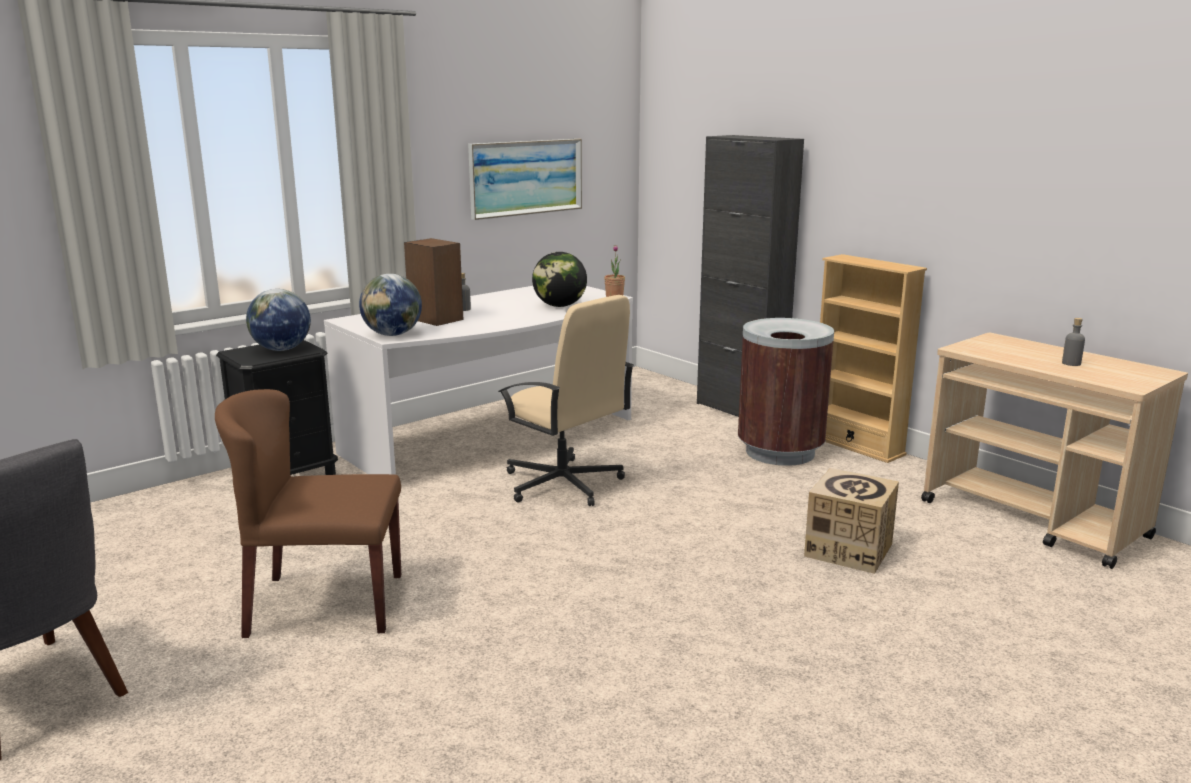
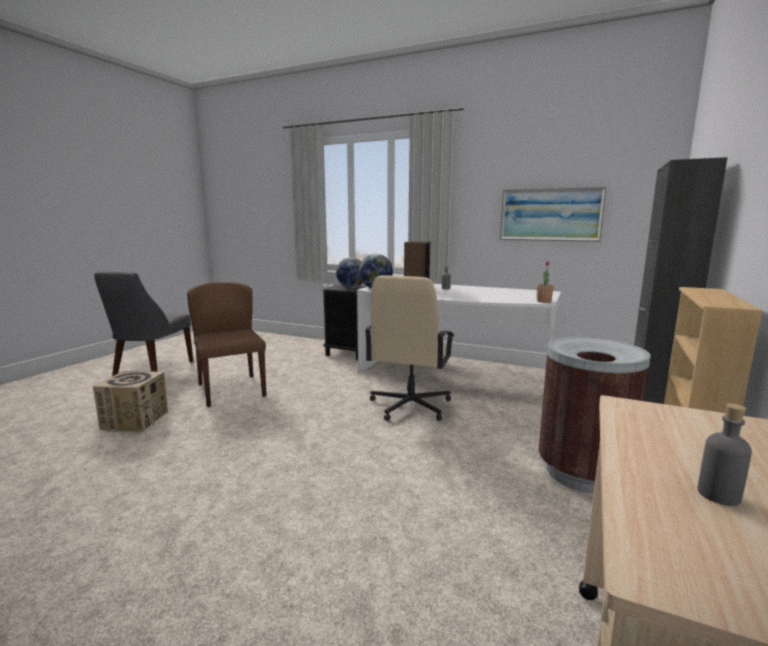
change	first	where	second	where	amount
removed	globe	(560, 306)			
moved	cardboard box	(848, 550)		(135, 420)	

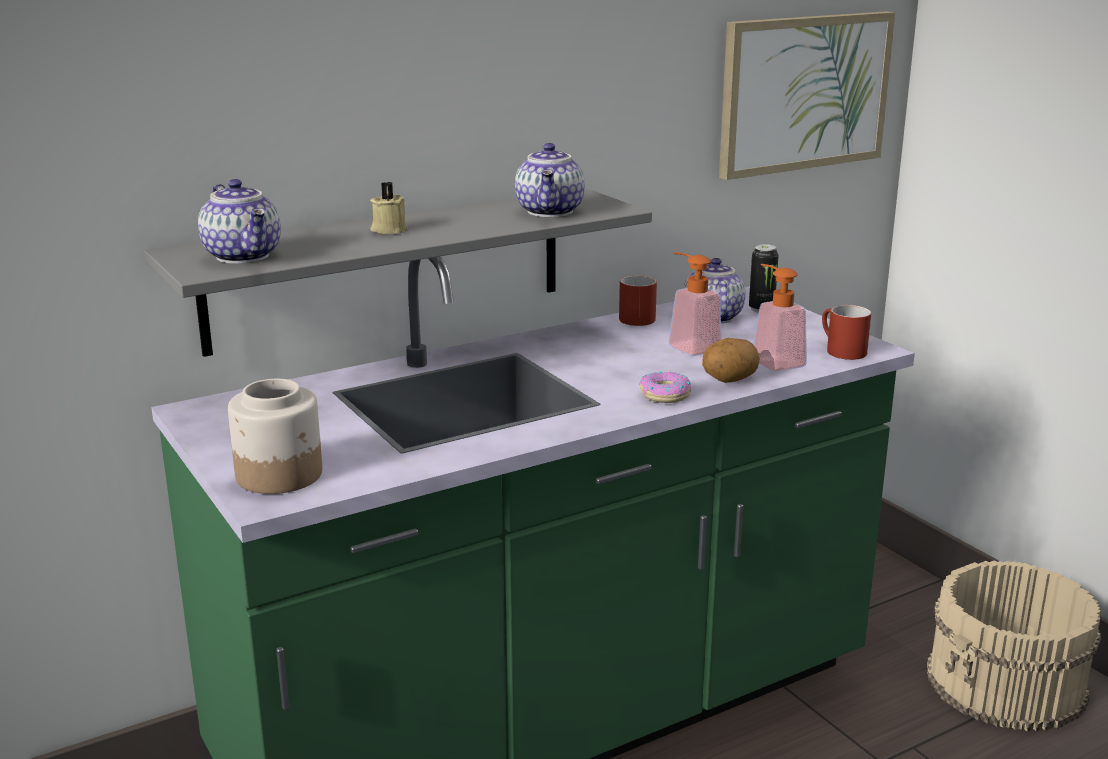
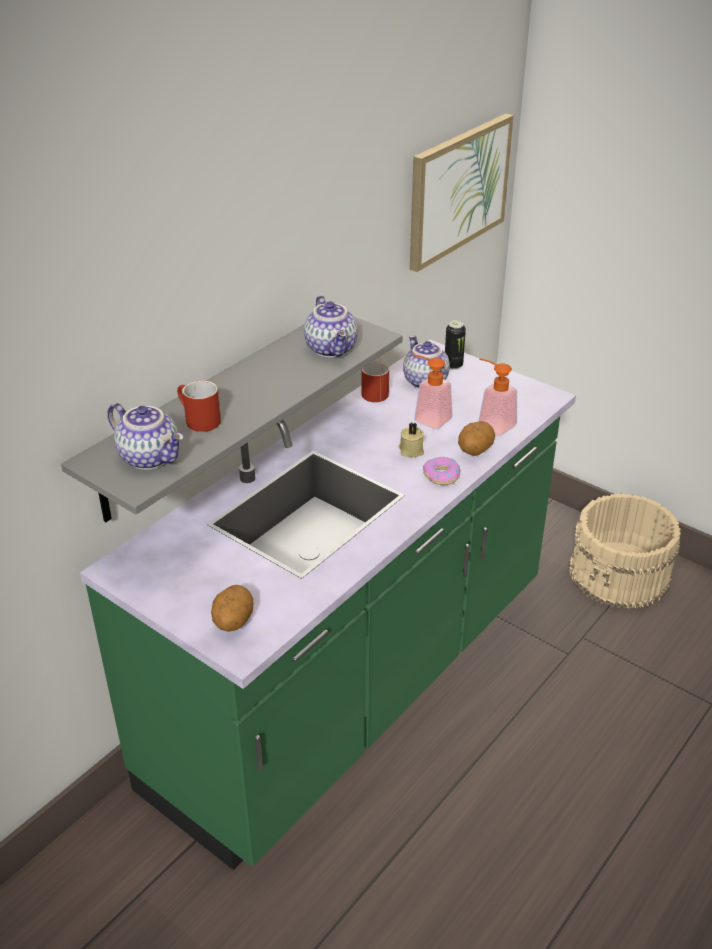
change	first	where	second	where	amount
moved	candle (beige)	(389, 229)		(410, 450)	
moved	mug (red)	(839, 350)		(197, 420)	
replaced	jar	(280, 475)	potato	(233, 622)	

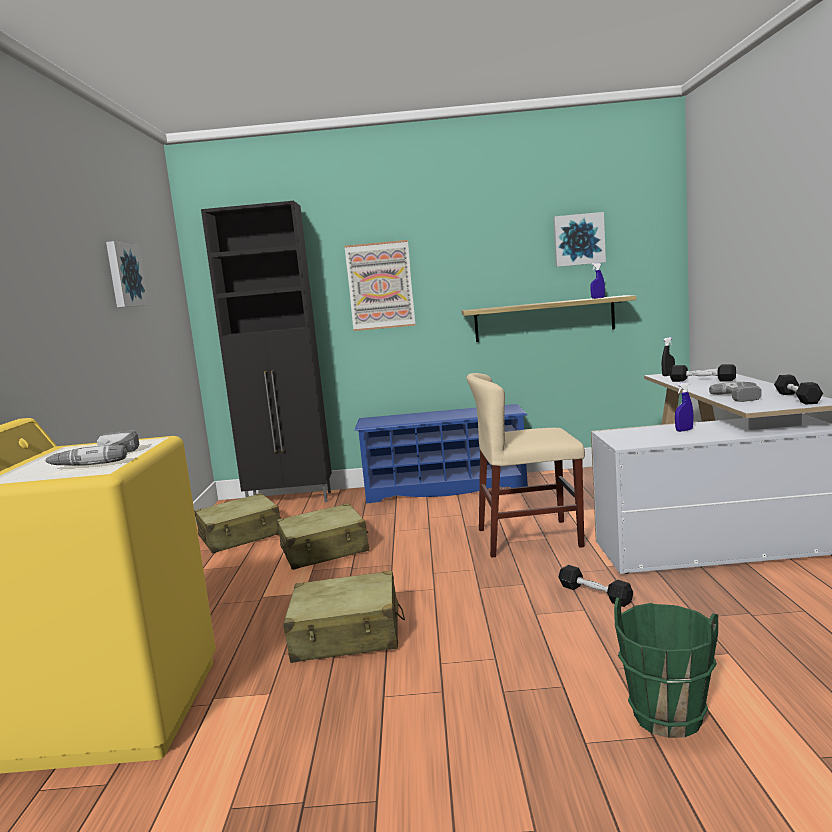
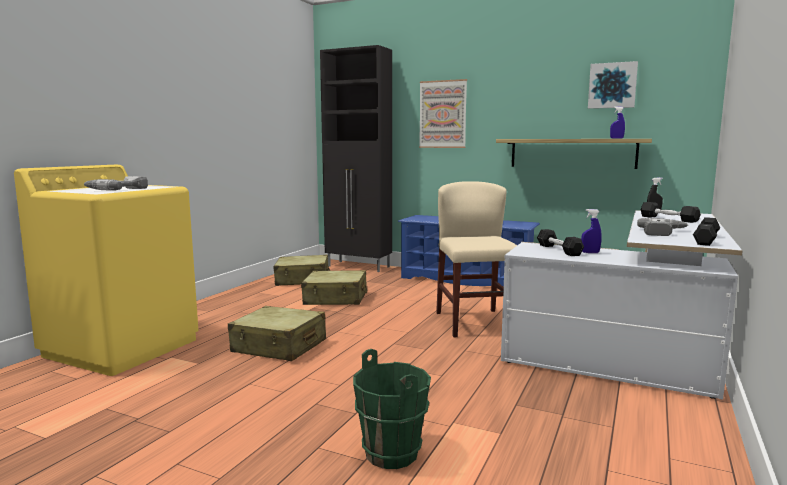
change	first	where	second	where	amount
removed	picture	(124, 275)			
turned	chair (beige)	(529, 538)		(475, 323)	60 degrees clockwise
moved	dumbbell (black)	(595, 594)		(558, 250)	

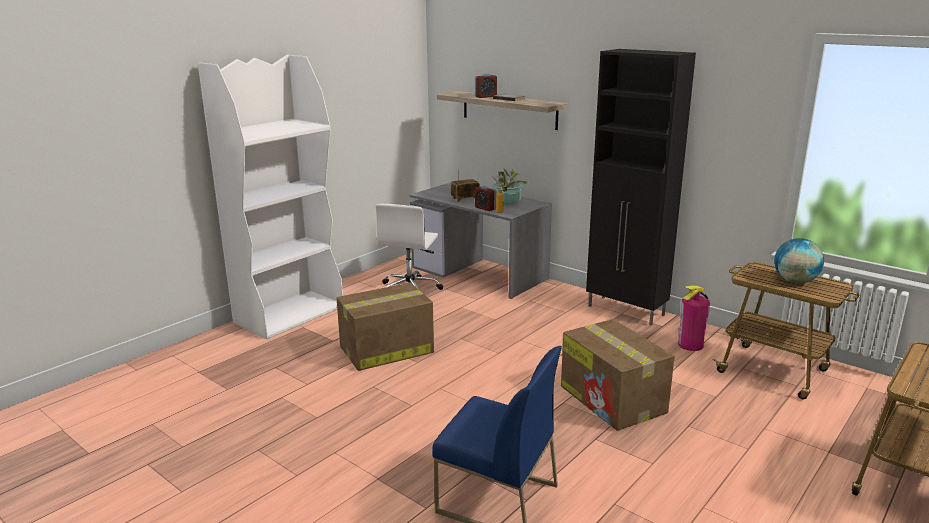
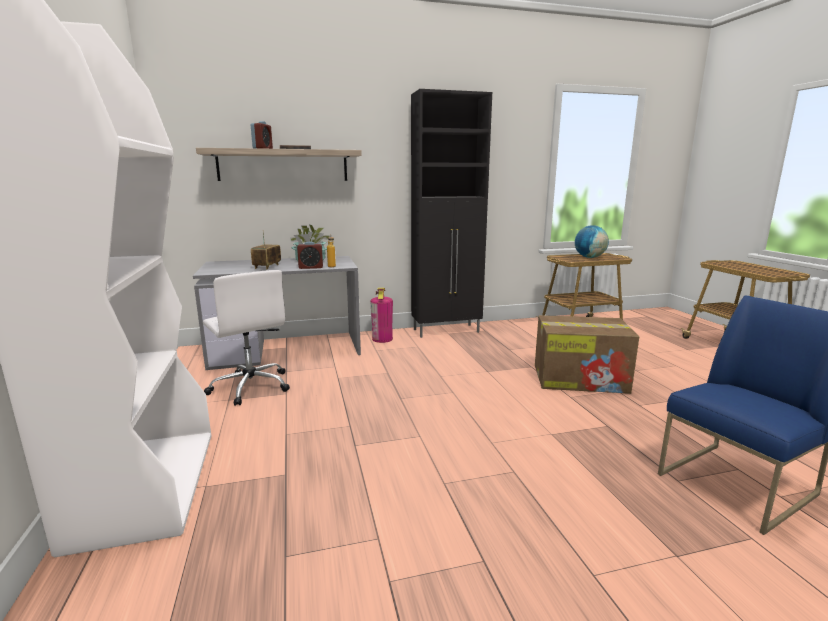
change	first	where	second	where	amount
removed	cardboard box	(385, 350)			
moved	fire extinguisher	(690, 345)		(382, 339)	

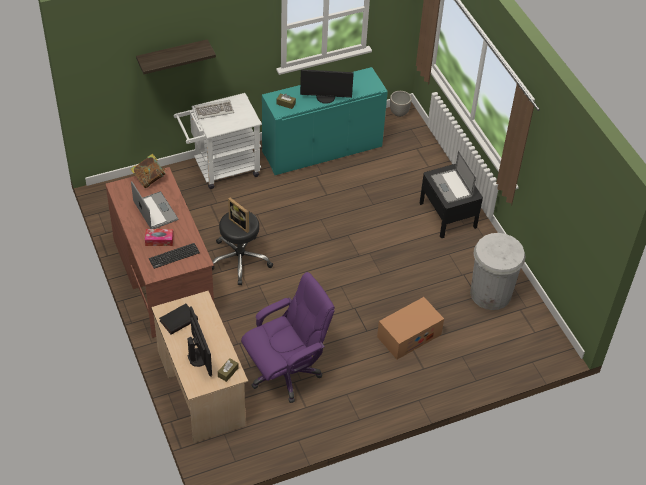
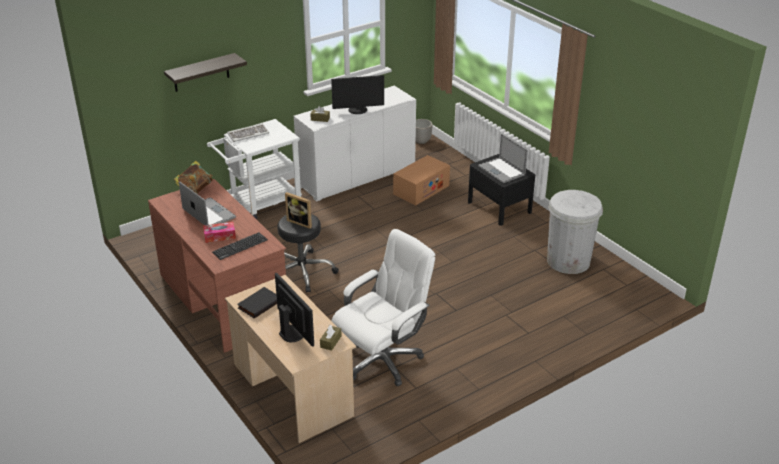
change	first	where	second	where	amount
recoloured	cabinet (turquoise)	(322, 149)	cabinet (white)	(357, 176)	
recoloured	office chair (purple)	(286, 372)	office chair (white)	(383, 360)	
moved	cardboard box	(409, 335)		(421, 190)	

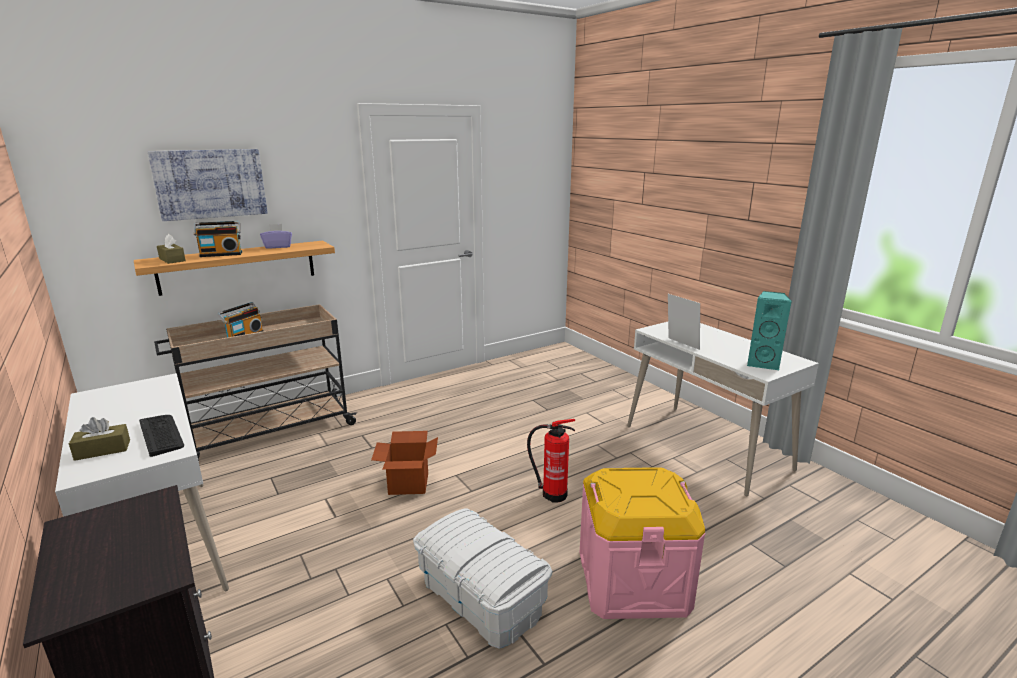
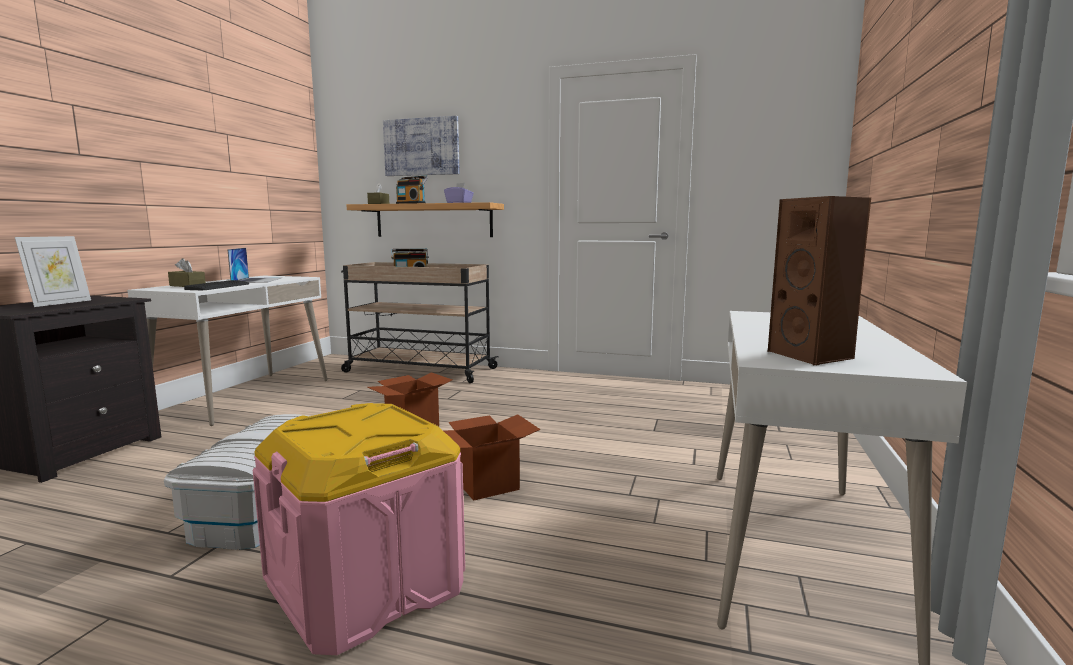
change	first	where	second	where	amount
recoloured	speaker (turquoise)	(763, 363)	speaker (brown)	(813, 356)	
moved	picture frame	(681, 344)		(60, 303)	
replaced	fire extinguisher	(552, 494)	cardboard box	(487, 484)	
added			laptop	(257, 280)	

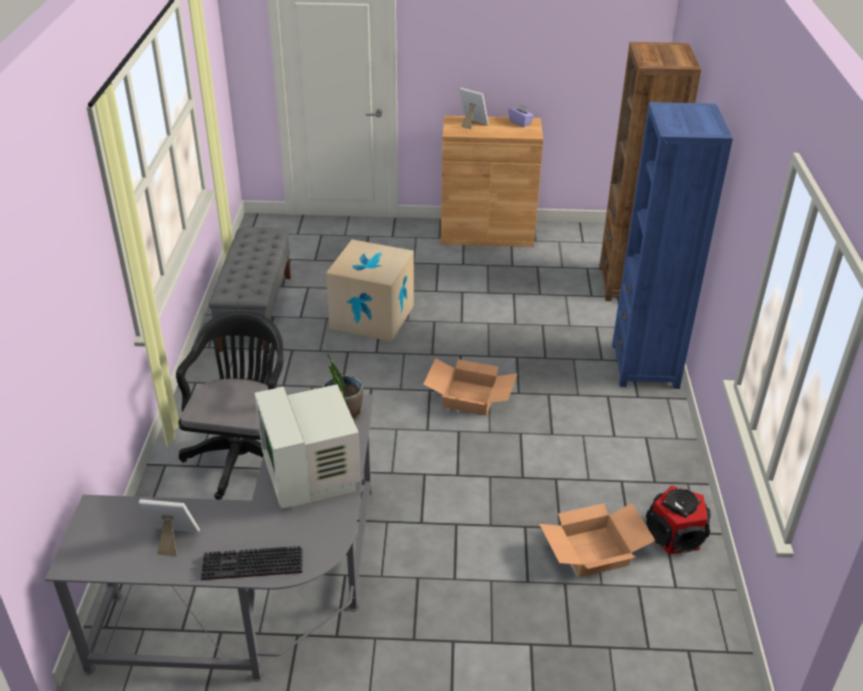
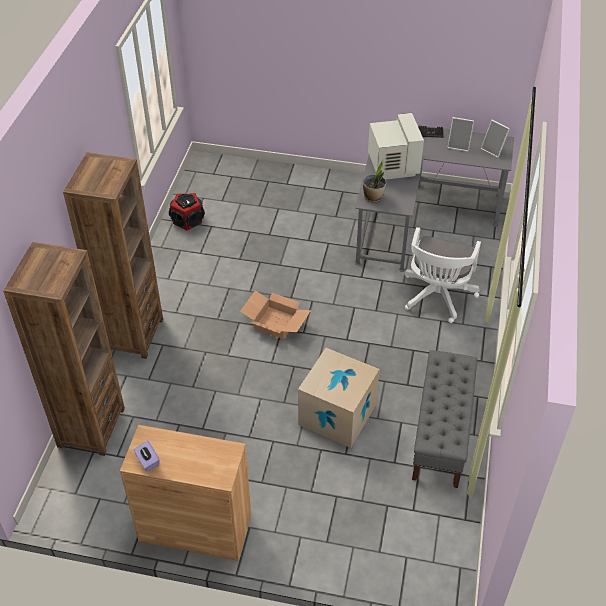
change	first	where	second	where	amount
moved	picture frame	(472, 124)		(493, 150)	
recoloured	bookcase (blue)	(645, 366)	bookcase (brown)	(133, 335)	
recoloured	office chair (black)	(244, 453)	office chair (white)	(437, 297)	
removed	cardboard box	(593, 552)			

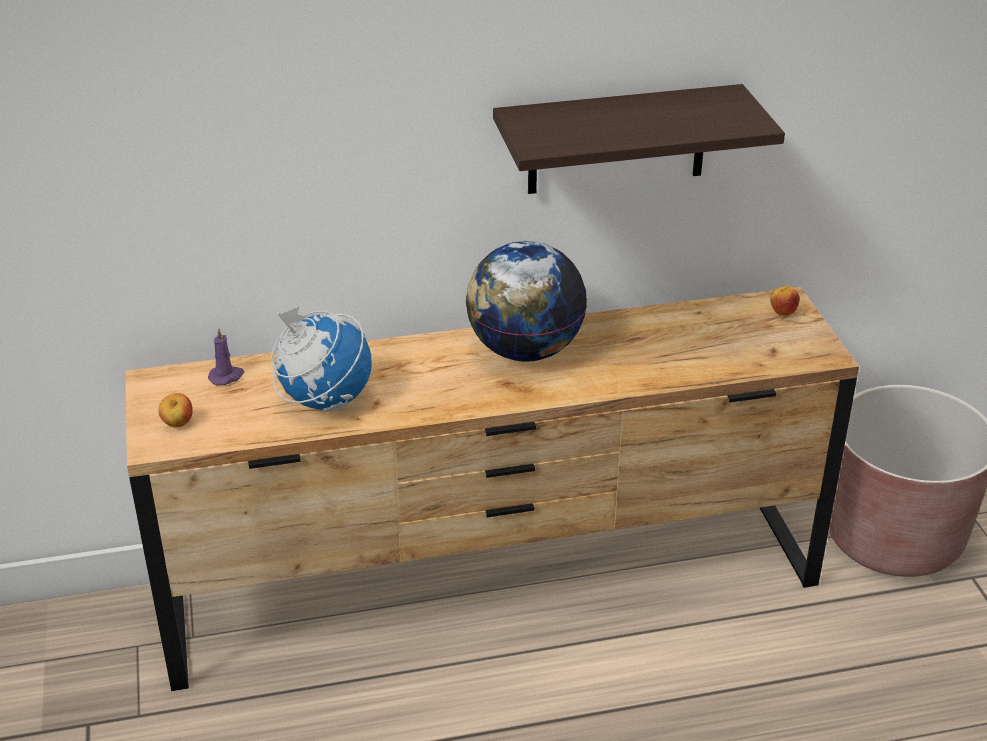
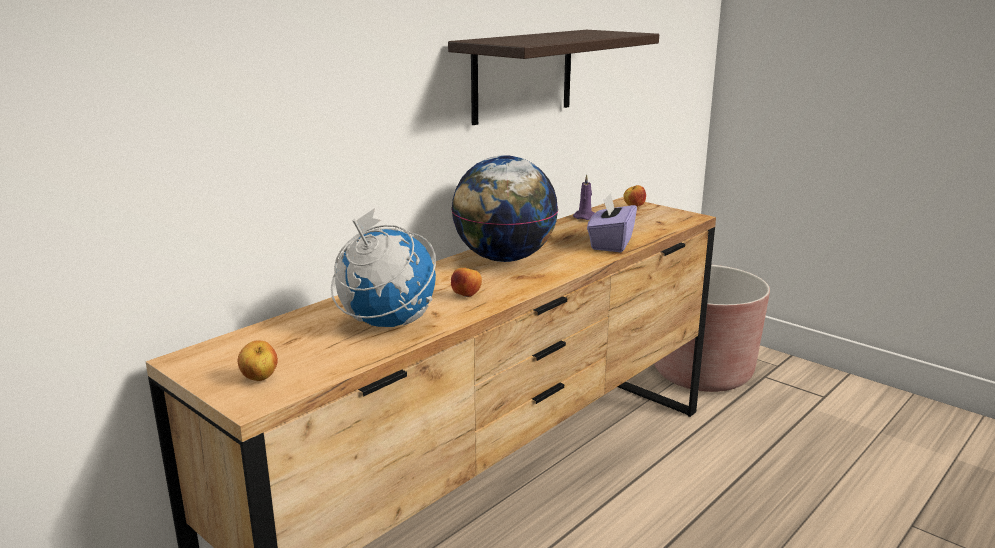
change	first	where	second	where	amount
moved	candle (purple)	(226, 376)		(585, 217)	
added			tissue box (purple)	(610, 244)	
added			apple	(466, 296)	

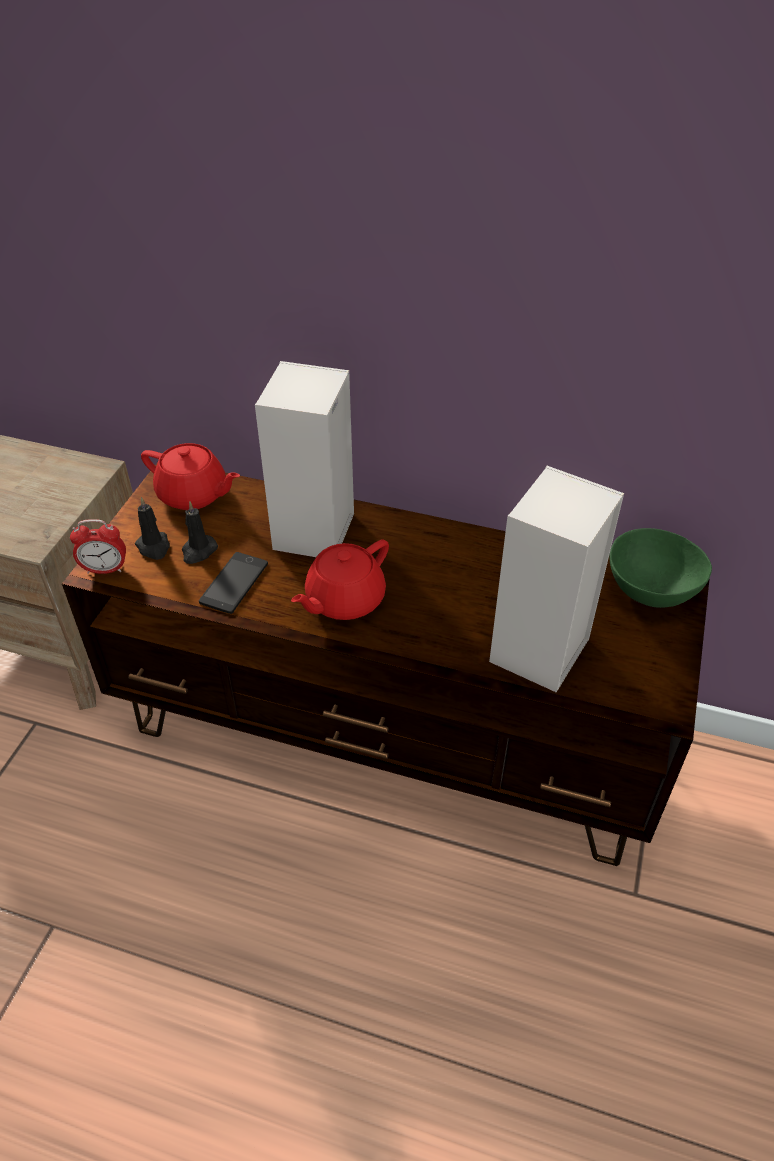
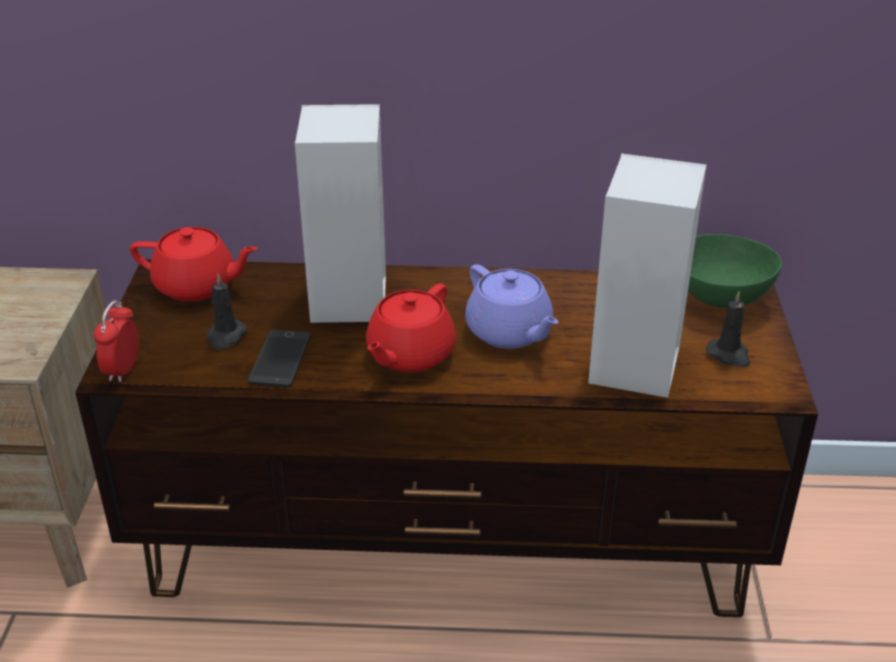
change	first	where	second	where	amount
moved	candle (black)	(154, 547)		(729, 355)	
turned	alarm clock	(105, 569)		(123, 370)	120 degrees clockwise
added			teapot (purple)	(510, 332)	

